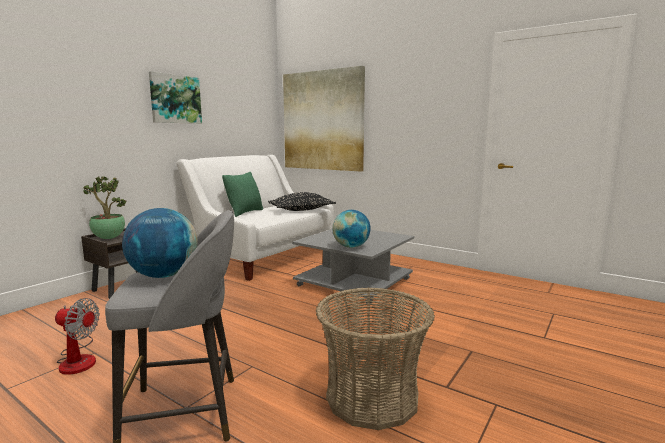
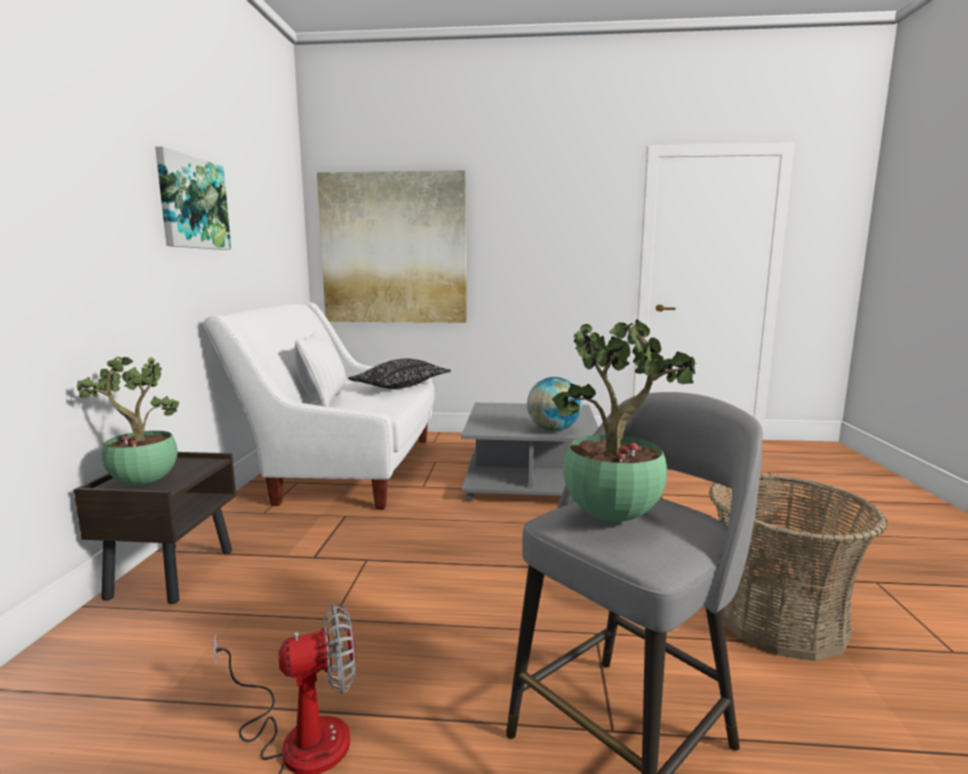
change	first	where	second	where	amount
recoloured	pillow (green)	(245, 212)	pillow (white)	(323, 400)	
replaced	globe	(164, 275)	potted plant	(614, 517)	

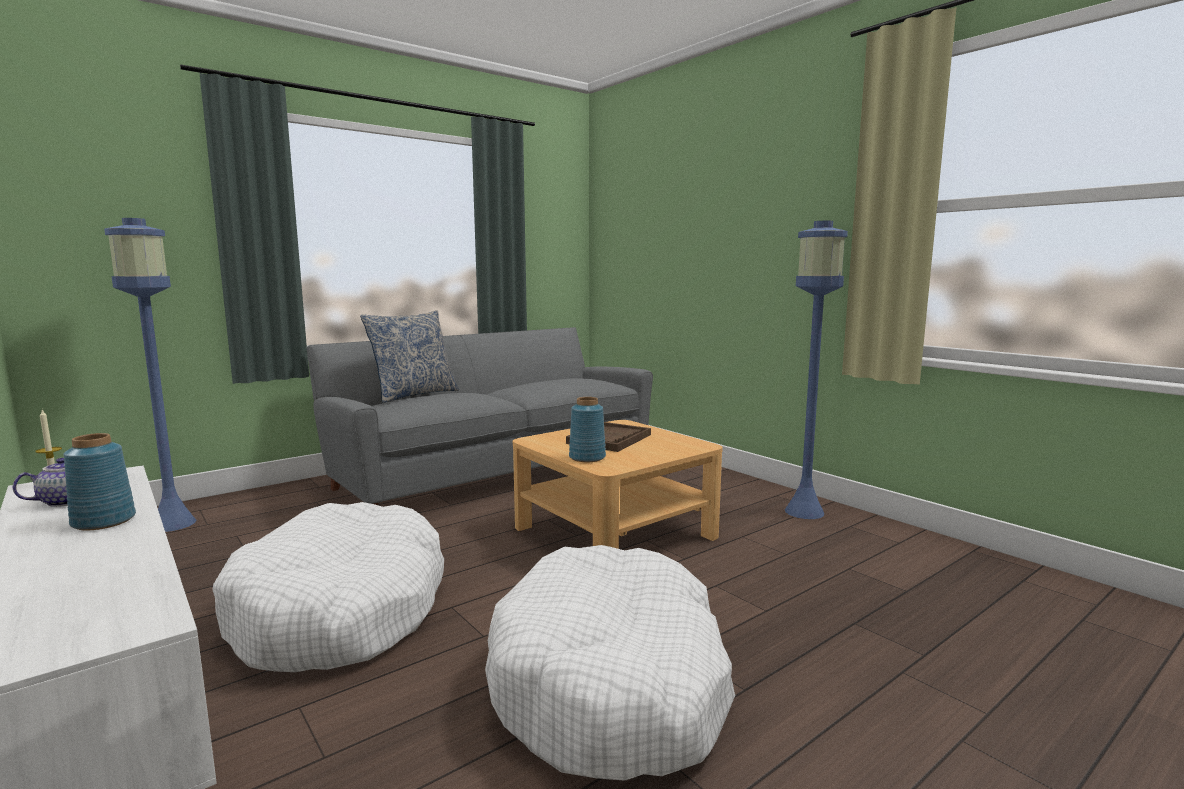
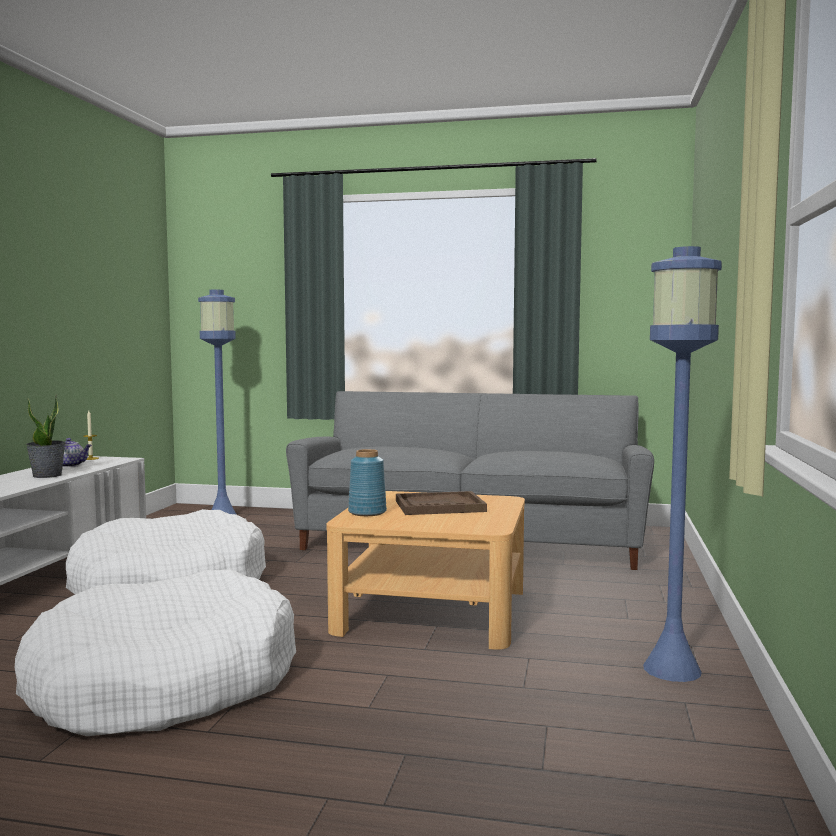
change	first	where	second	where	amount
removed	pillow	(413, 395)			
replaced	vase (blue)	(102, 521)	potted plant	(47, 475)	

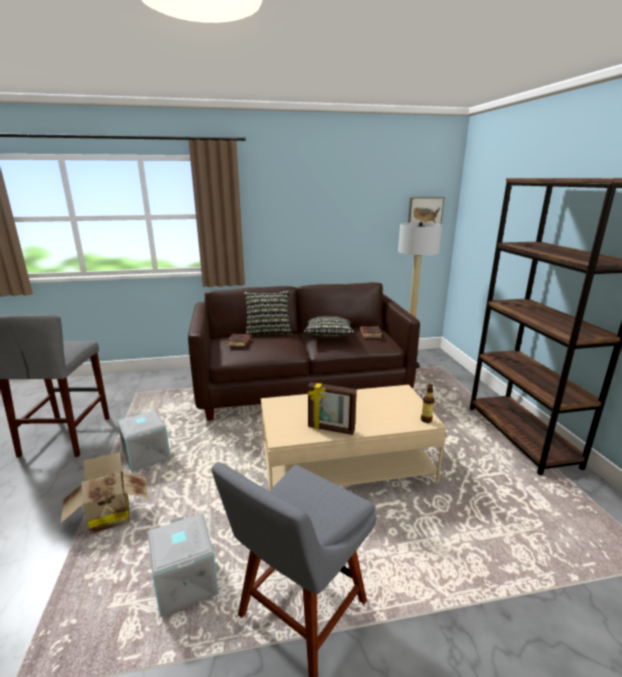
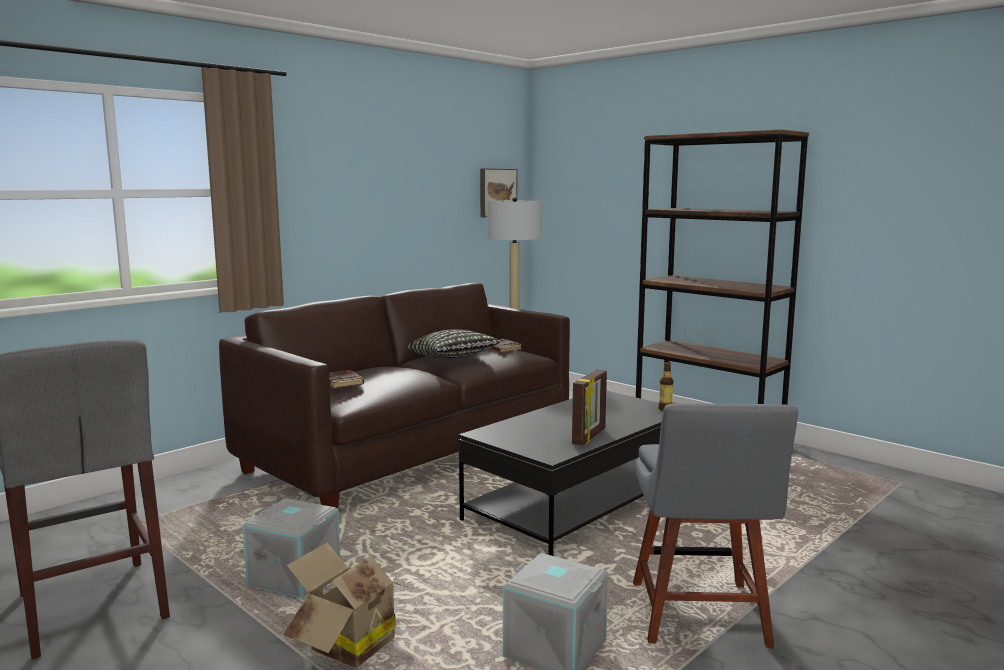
change	first	where	second	where	amount
removed	pillow	(268, 332)			
turned	picture frame	(330, 429)		(590, 437)	45 degrees counterclockwise
recoloured	coffee table (beige)	(346, 466)	coffee table (black)	(578, 504)	

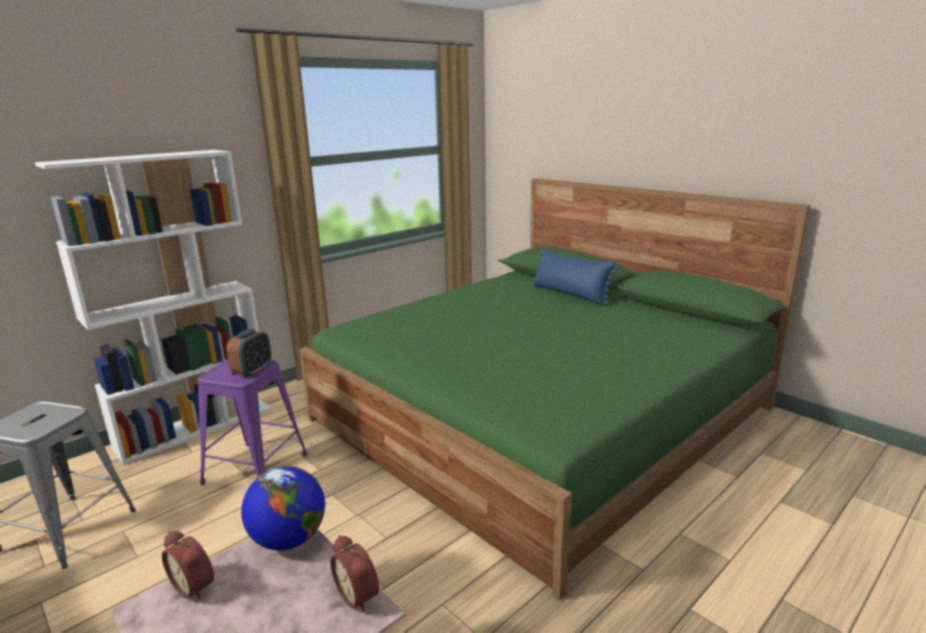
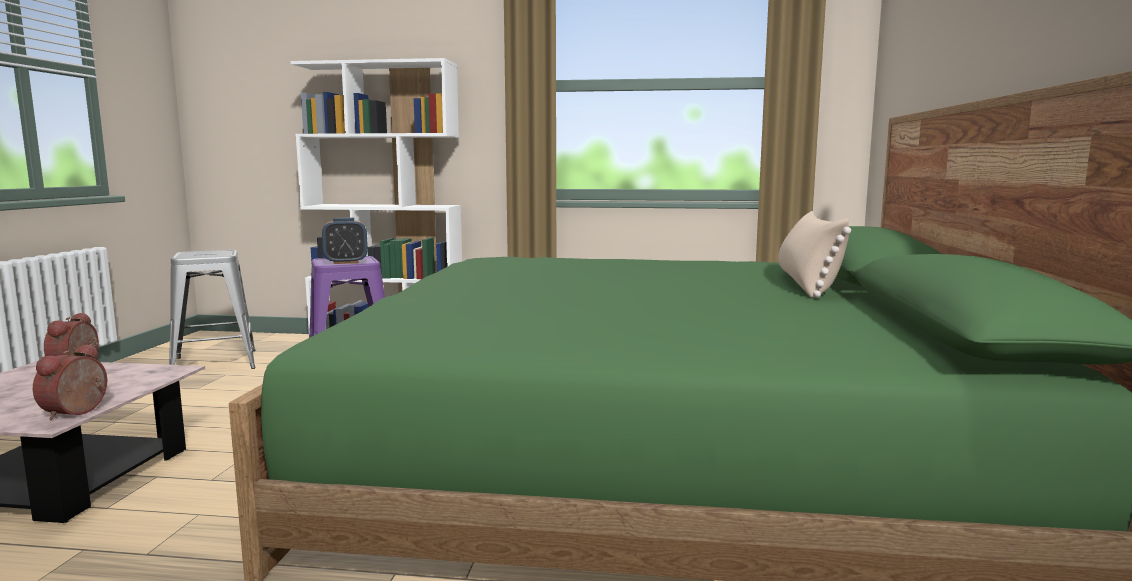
change	first	where	second	where	amount
recoloured	pillow (blue)	(570, 294)	pillow (beige)	(807, 284)	
removed	globe	(289, 539)			

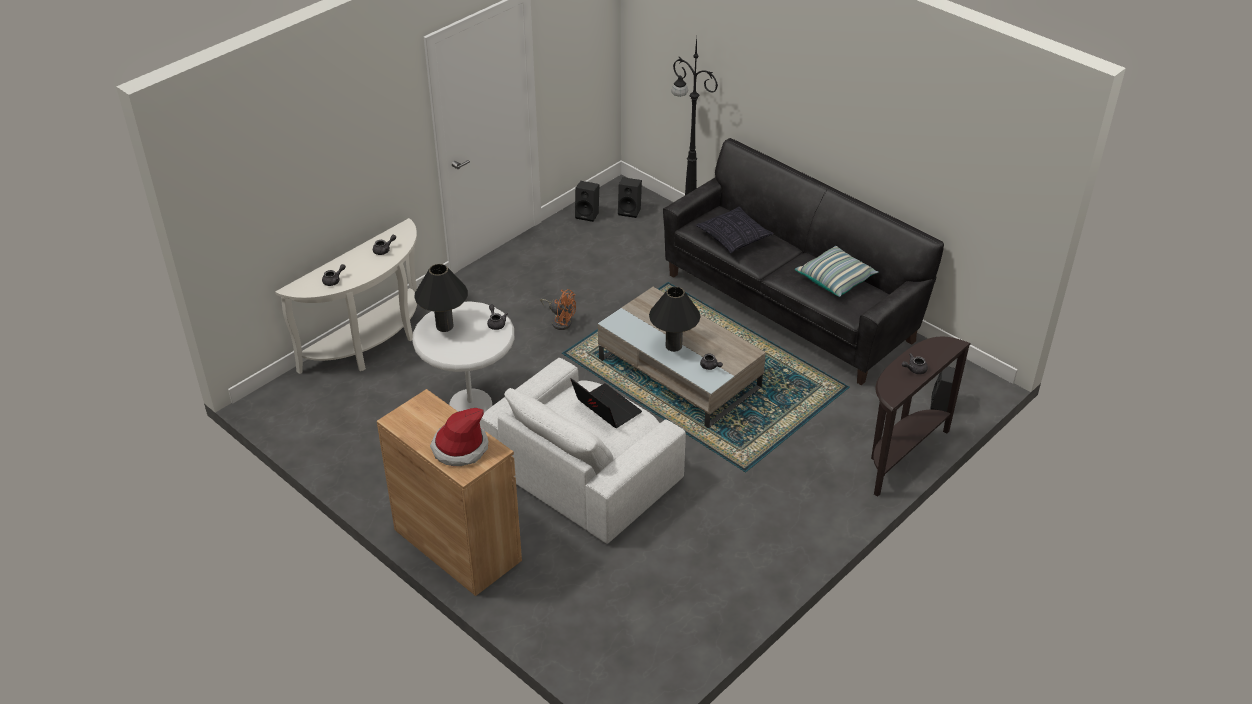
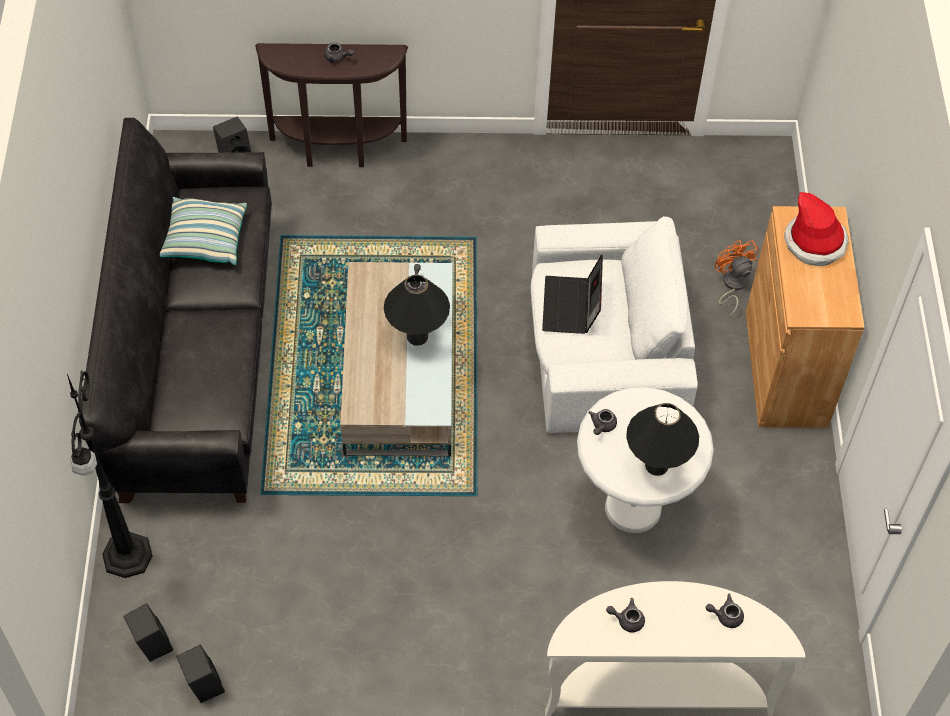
change	first	where	second	where	amount
removed	pillow	(734, 238)			
moved	fan (orange)	(560, 321)		(732, 285)	

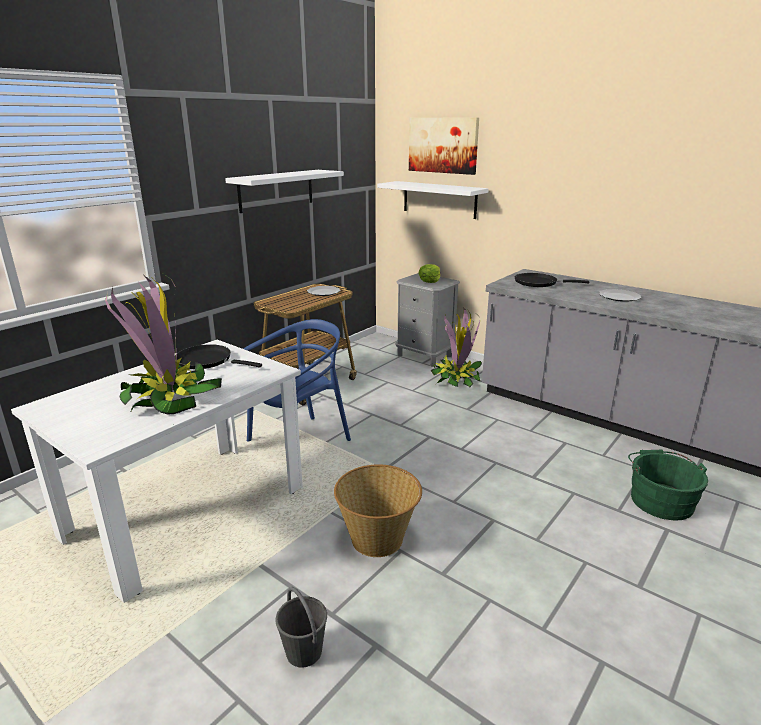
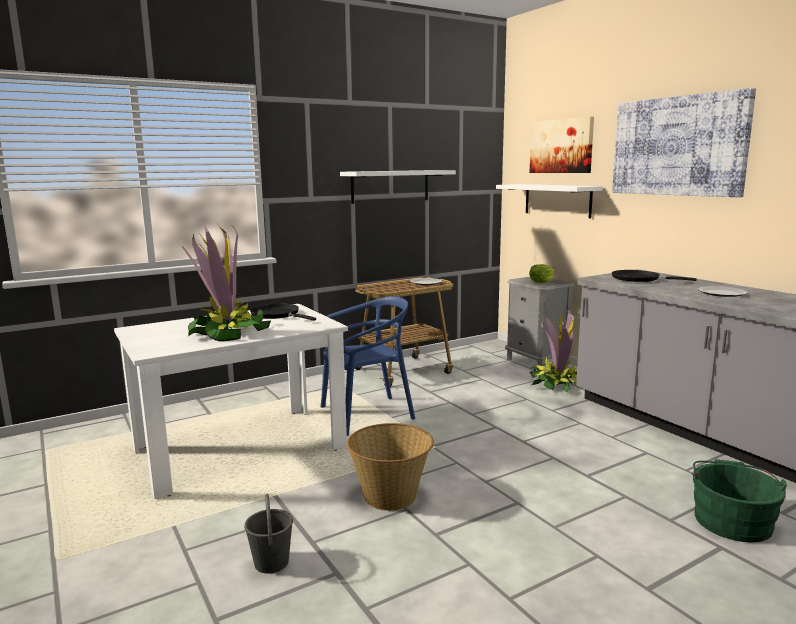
change	first	where	second	where	amount
added			picture	(679, 146)	

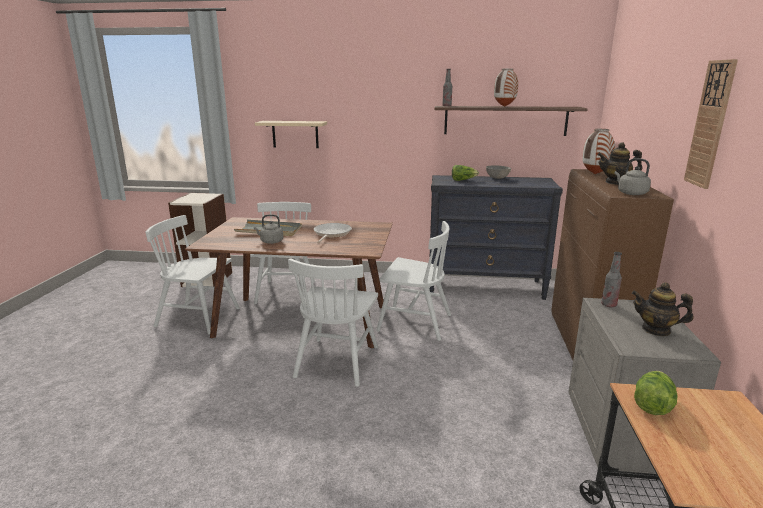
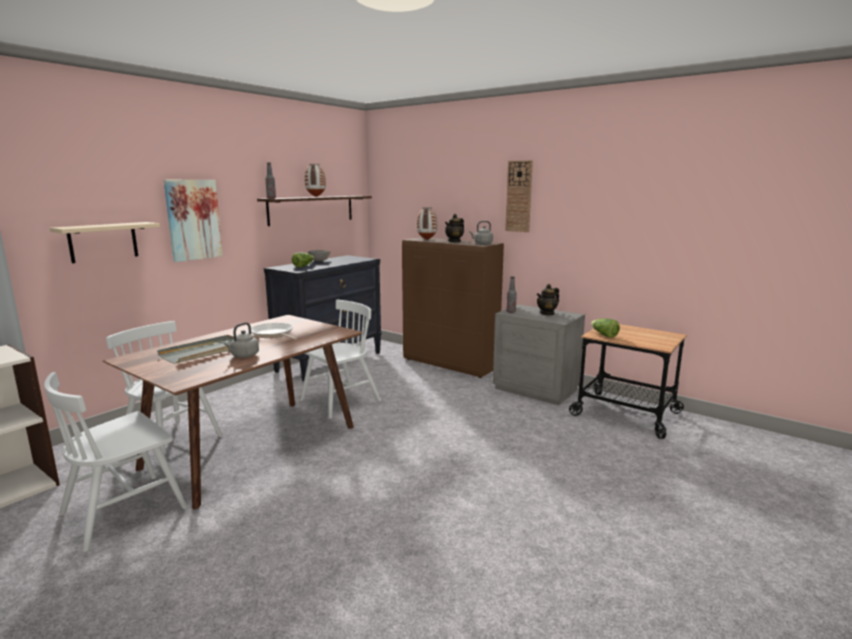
change	first	where	second	where	amount
removed	chair (white)	(337, 361)			
added			picture	(193, 219)	

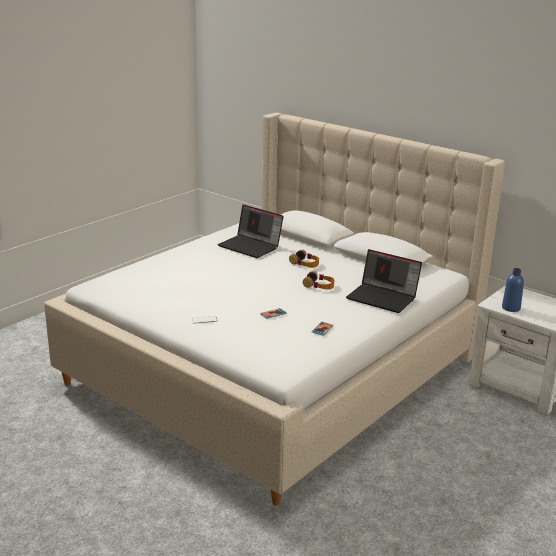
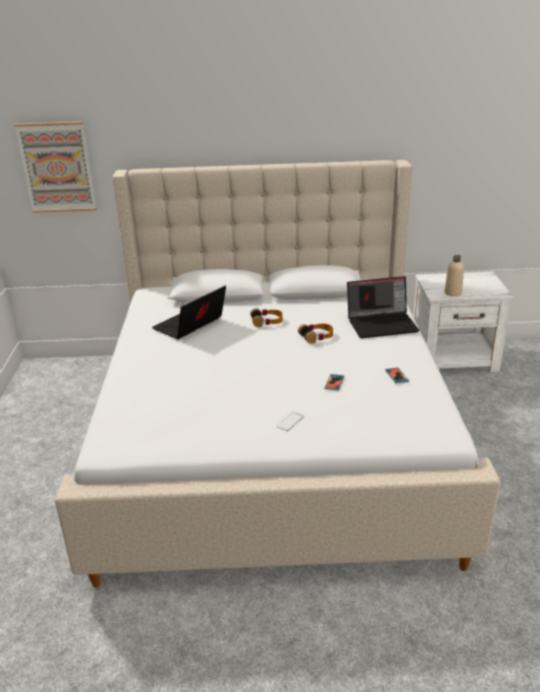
change	first	where	second	where	amount
turned	laptop	(251, 246)		(190, 325)	135 degrees clockwise
recoloured	bottle (blue)	(511, 308)	bottle (beige)	(453, 293)	
added			picture	(57, 167)	

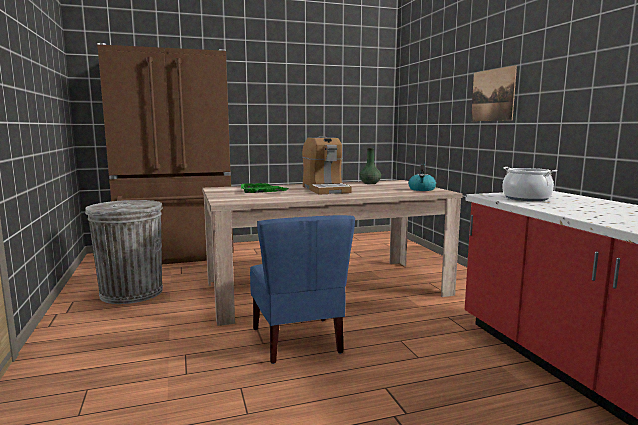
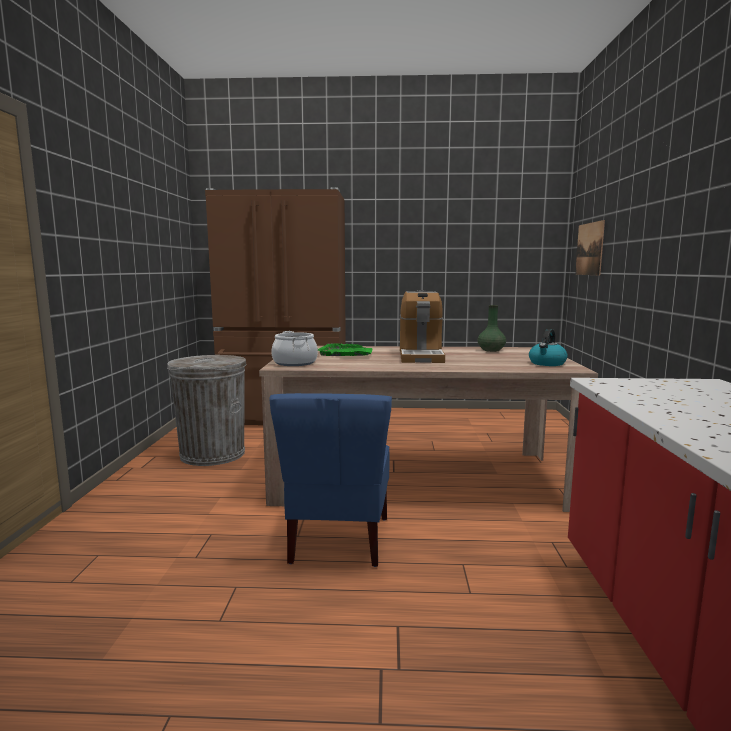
change	first	where	second	where	amount
moved	picture	(492, 95)		(589, 249)	
moved	cooking pot	(526, 198)		(294, 363)	

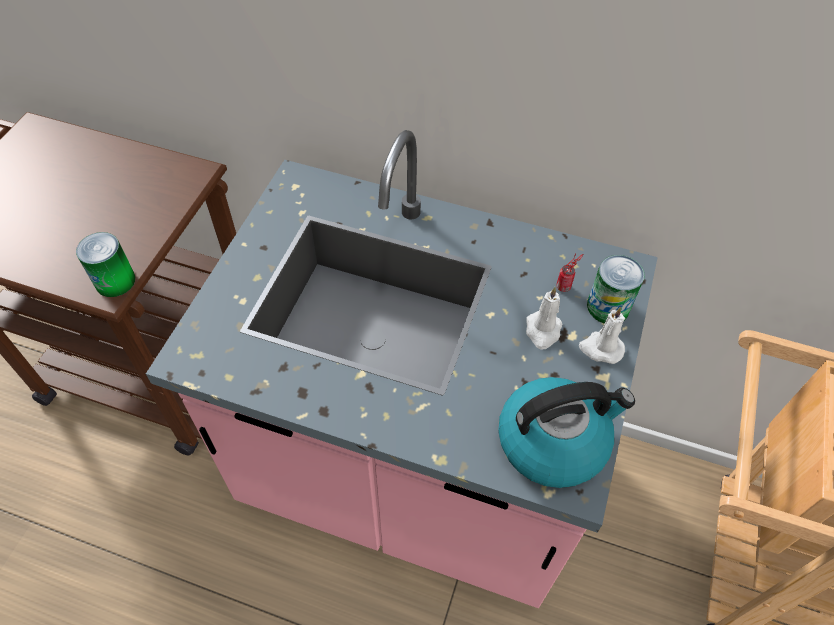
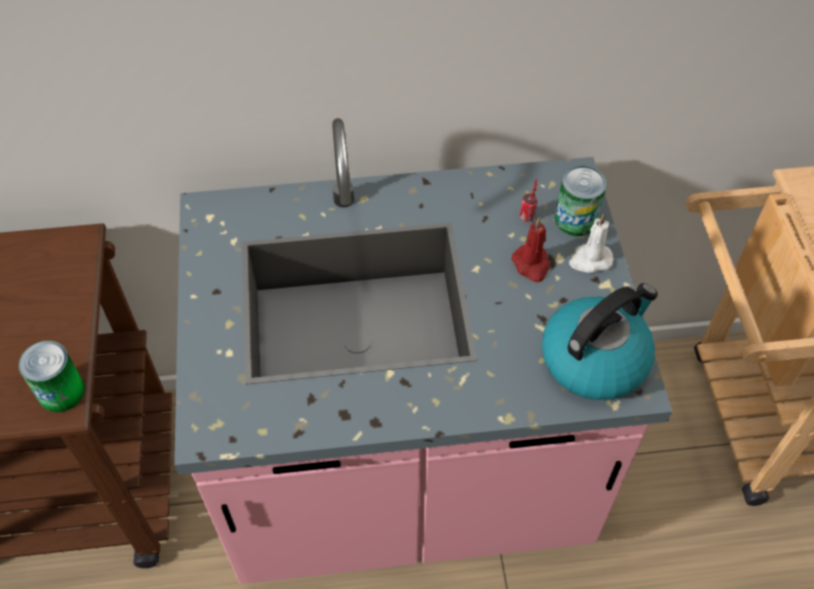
change	first	where	second	where	amount
recoloured	candle (white)	(543, 331)	candle (red)	(531, 265)	

